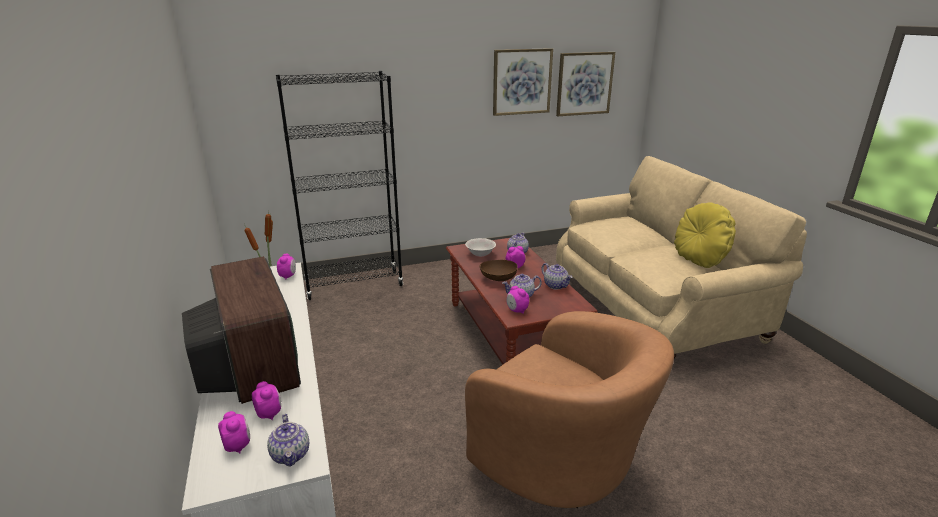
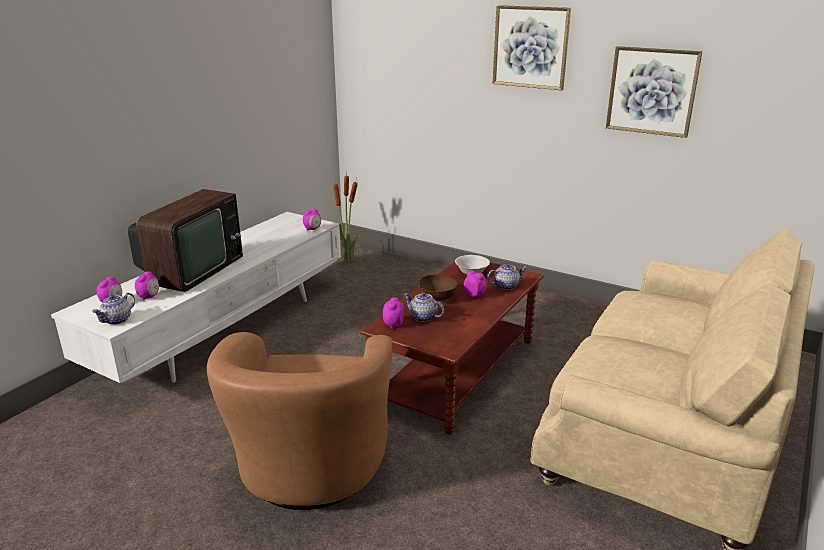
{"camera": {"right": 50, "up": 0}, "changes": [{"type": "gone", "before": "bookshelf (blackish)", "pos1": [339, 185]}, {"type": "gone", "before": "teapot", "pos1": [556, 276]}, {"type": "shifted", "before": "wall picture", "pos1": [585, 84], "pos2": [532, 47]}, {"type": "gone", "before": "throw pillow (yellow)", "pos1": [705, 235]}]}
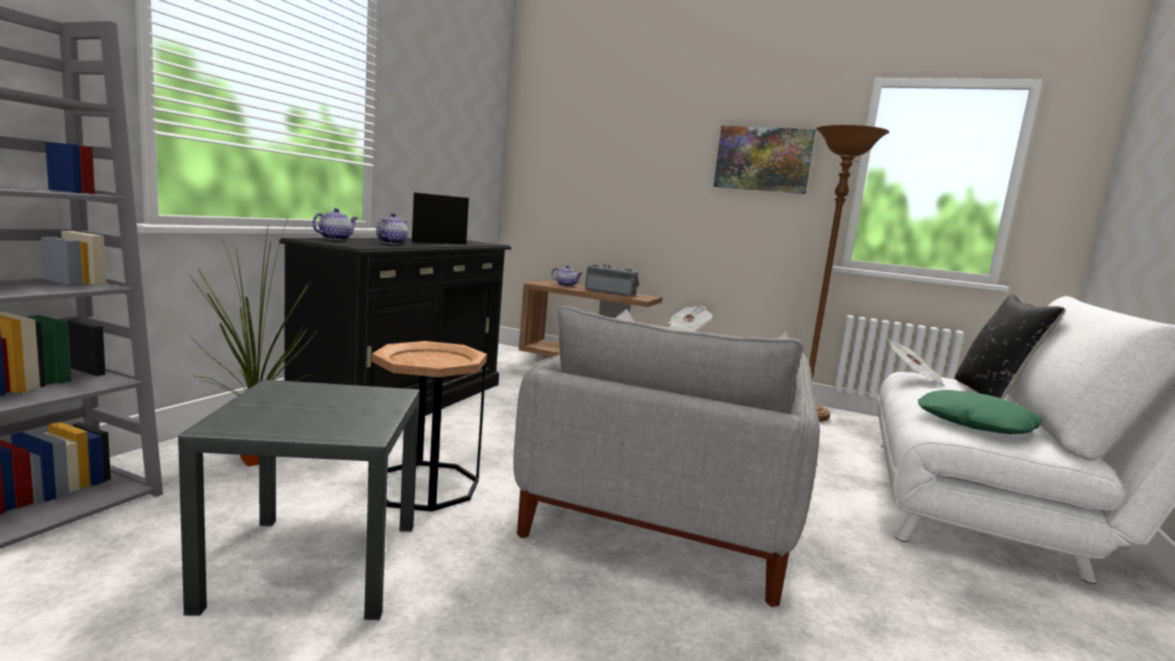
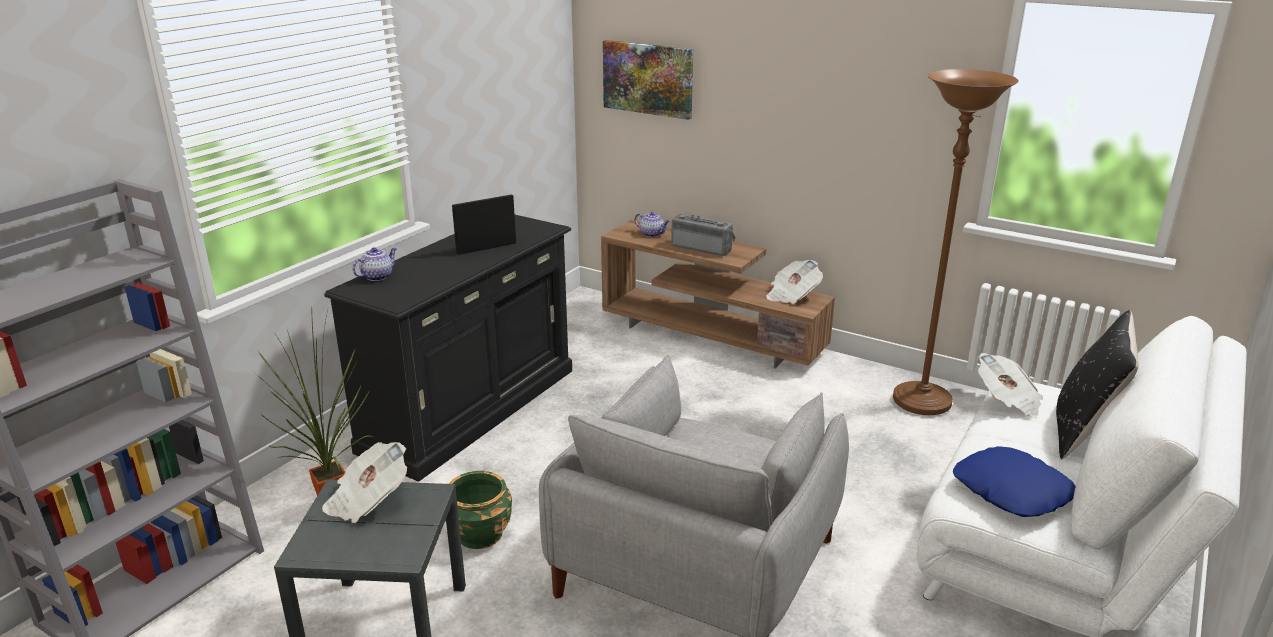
{"camera": {"right": 10, "up": 15}, "changes": [{"type": "swapped", "before": "end table (brown-coloured)", "after": "plant pot (green)", "pos1": [427, 426], "pos2": [478, 510]}, {"type": "gone", "before": "teapot", "pos1": [392, 228]}, {"type": "shifted", "before": "wall picture", "pos1": [765, 160], "pos2": [648, 80]}, {"type": "repainted", "before": "throw pillow (green)", "after": "throw pillow (blue)", "pos1": [980, 412], "pos2": [1014, 481]}, {"type": "new", "after": "daily paper", "pos2": [364, 482]}]}
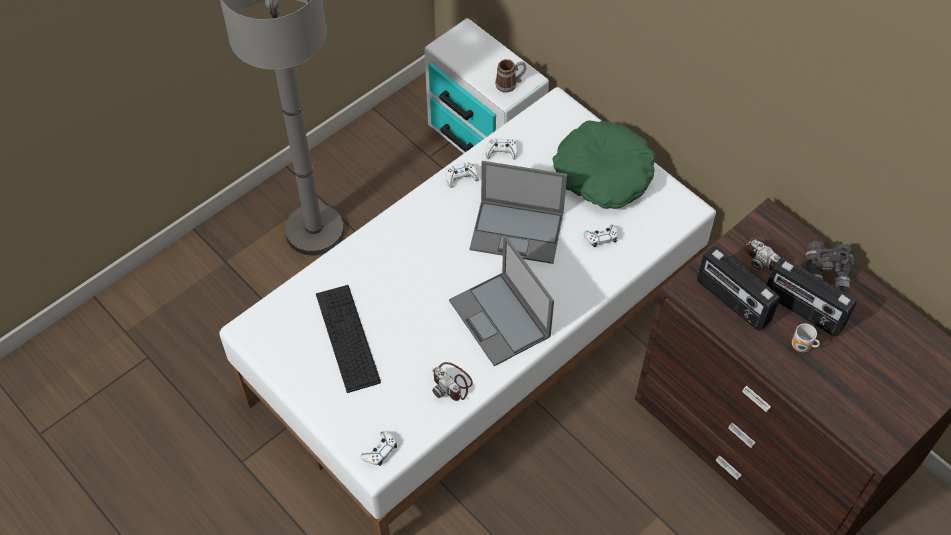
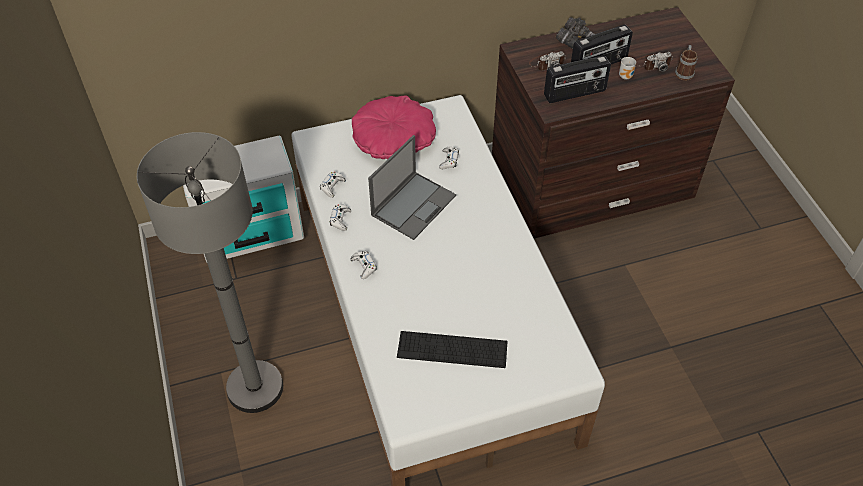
{"camera": {"right": -65, "up": -5}, "changes": [{"type": "shifted", "before": "joypad (whitish)", "pos1": [379, 448], "pos2": [363, 265]}, {"type": "shifted", "before": "photo camera", "pos1": [452, 381], "pos2": [654, 62]}, {"type": "gone", "before": "laptop", "pos1": [501, 300]}, {"type": "shifted", "before": "tea mug", "pos1": [510, 76], "pos2": [686, 62]}, {"type": "repainted", "before": "throw pillow (green)", "after": "throw pillow (pinkish)", "pos1": [604, 165], "pos2": [394, 127]}]}
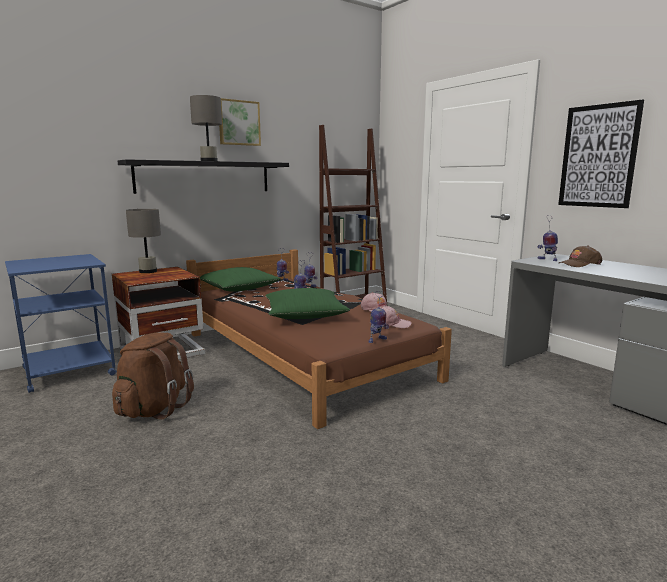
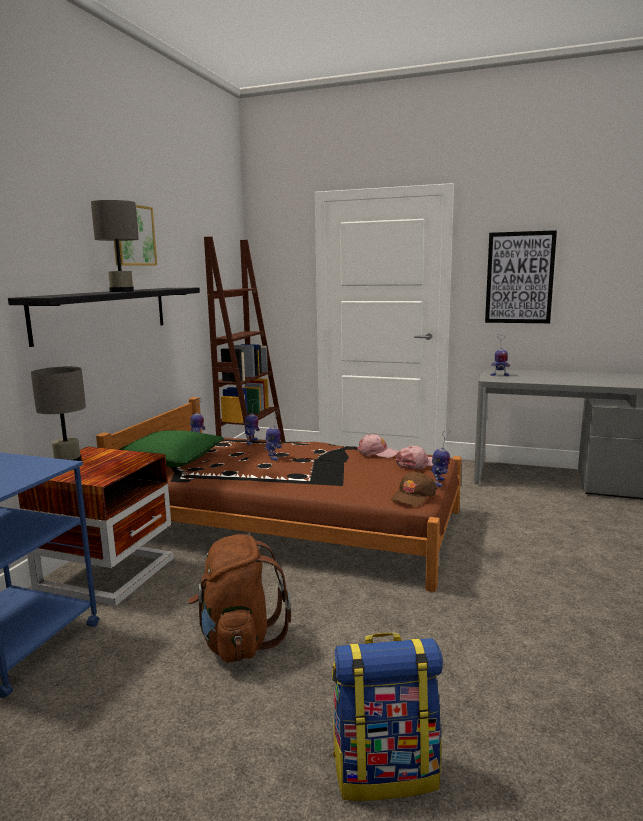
{"camera": {"right": -35, "up": 0}, "changes": [{"type": "gone", "before": "throw pillow (green)", "pos1": [307, 303]}, {"type": "shifted", "before": "peaked cap (brown-coloured)", "pos1": [580, 256], "pos2": [414, 488]}, {"type": "new", "after": "rucksack", "pos2": [387, 717]}]}
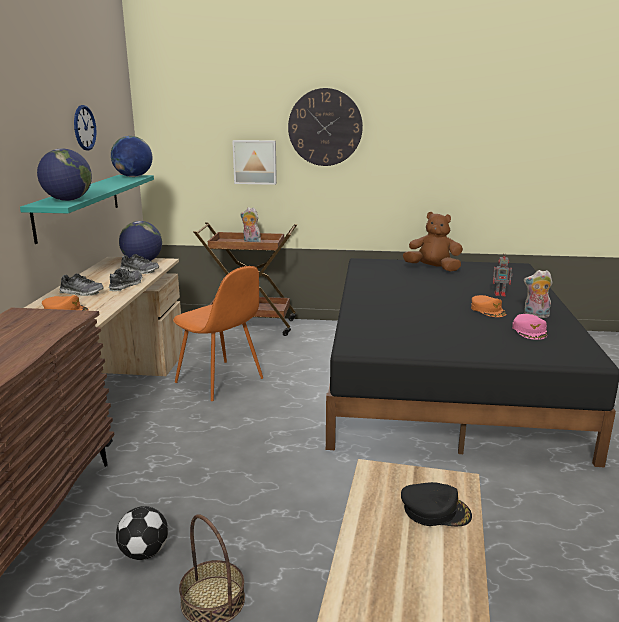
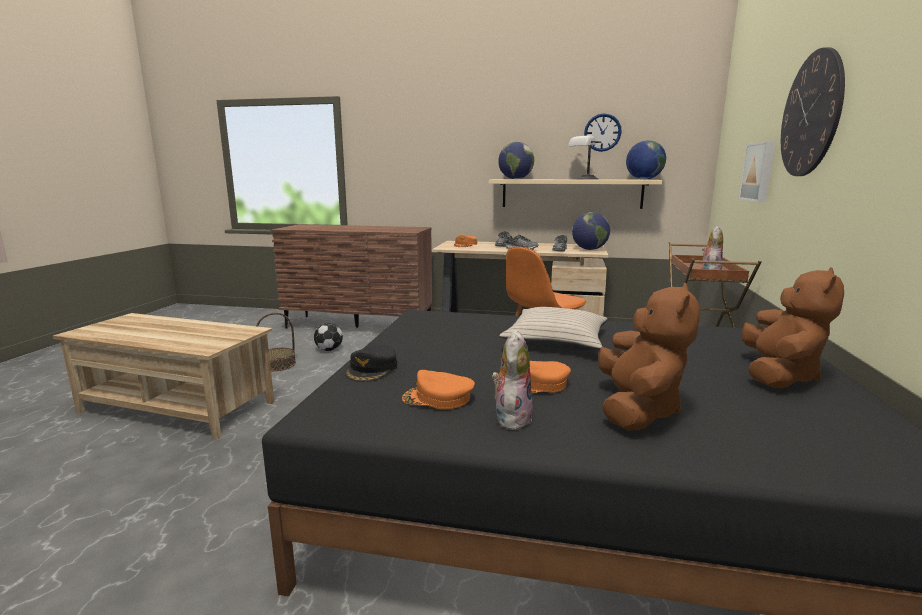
{"camera": {"right": 95, "up": -5}, "changes": [{"type": "repainted", "before": "bracket shelf (blue-green)", "after": "bracket shelf (beige-coloured)", "pos1": [87, 209], "pos2": [576, 194]}, {"type": "shifted", "before": "peaked cap (blackish)", "pos1": [436, 504], "pos2": [371, 363]}, {"type": "swapped", "before": "robot figure", "after": "plush toy (brown-coloured)", "pos1": [503, 274], "pos2": [649, 357]}, {"type": "repainted", "before": "peaked cap (pinkish)", "after": "peaked cap (orangey)", "pos1": [530, 327], "pos2": [438, 390]}, {"type": "new", "after": "throw pillow (beige-coloured)", "pos2": [553, 328]}, {"type": "new", "after": "table lamp", "pos2": [584, 157]}]}
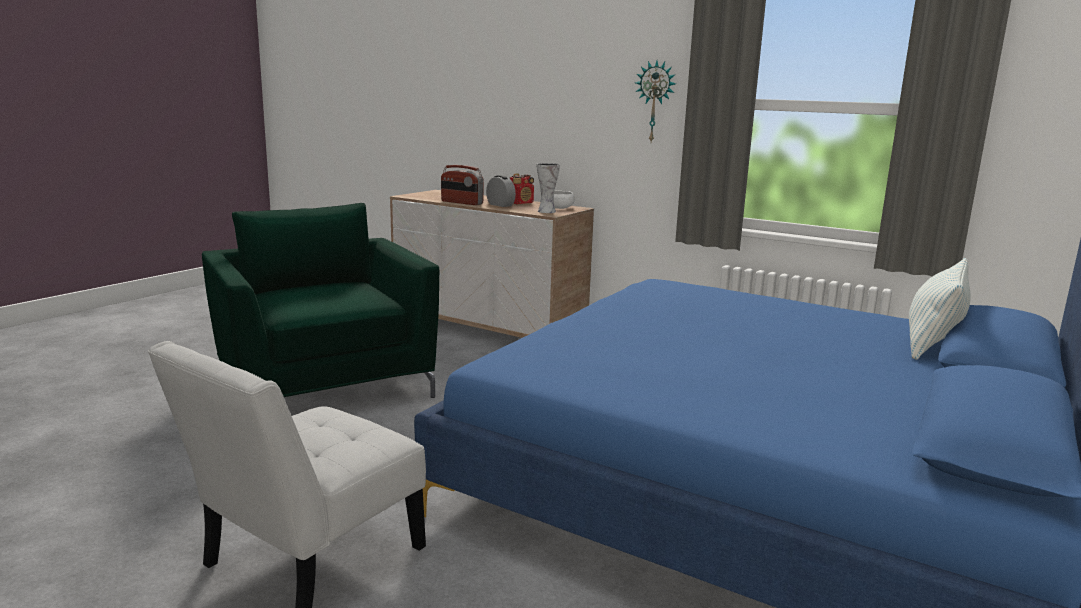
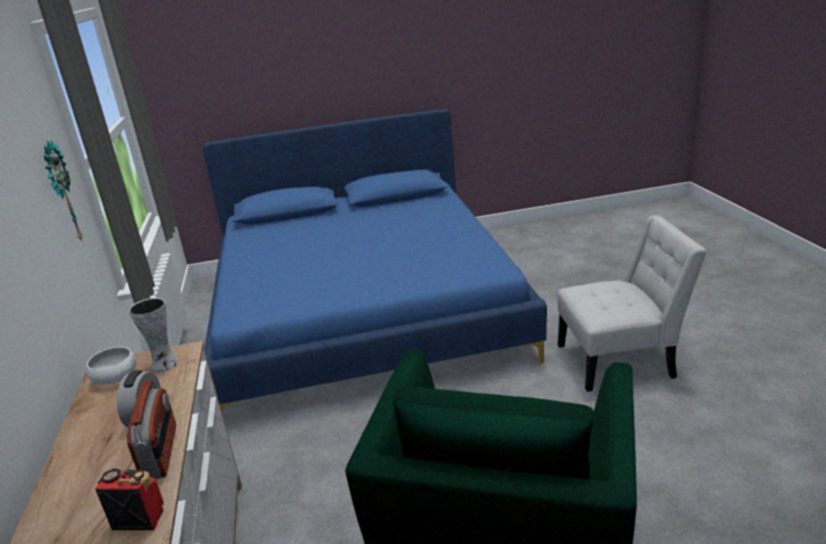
{"camera": {"right": -130, "up": 10}, "changes": [{"type": "shifted", "before": "radio", "pos1": [522, 189], "pos2": [129, 499]}, {"type": "gone", "before": "throw pillow", "pos1": [940, 309]}]}
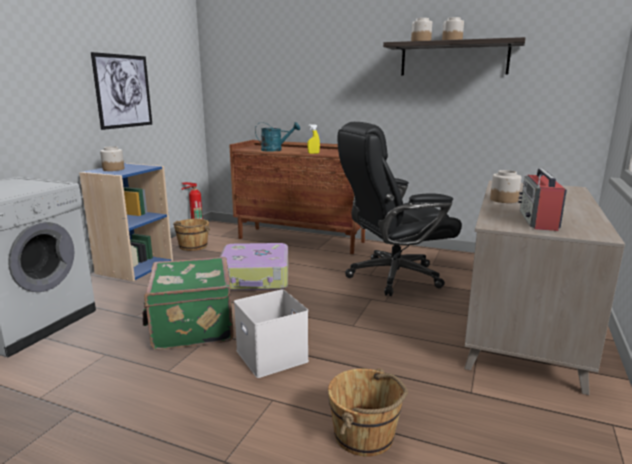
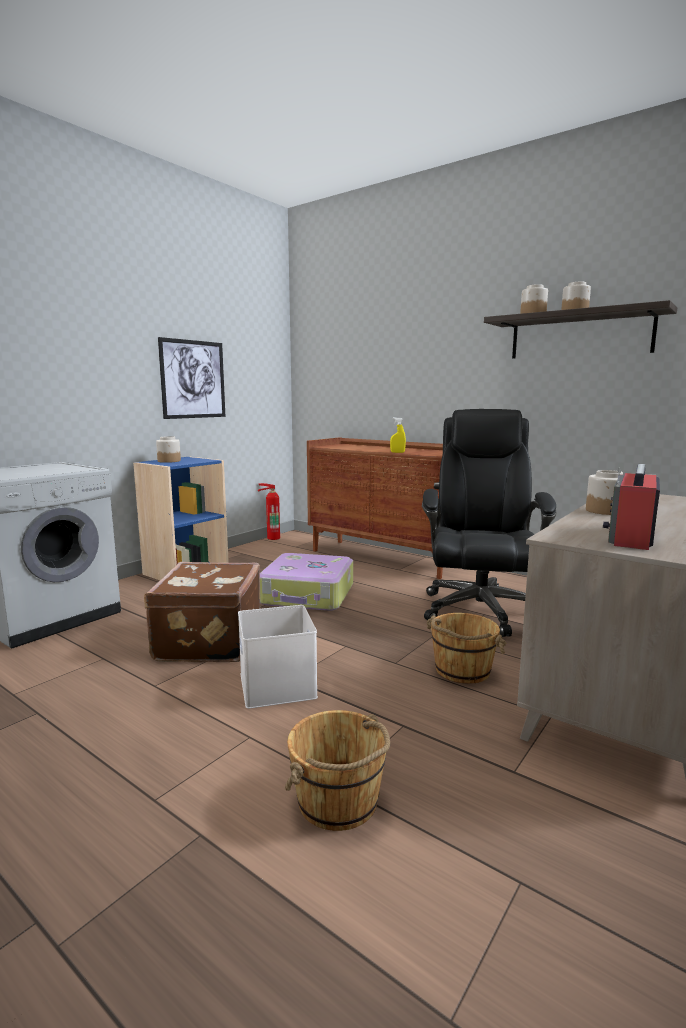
{"camera": {"right": 15, "up": -5}, "changes": [{"type": "repainted", "before": "piece of luggage (green)", "after": "piece of luggage (brown-coloured)", "pos1": [188, 303], "pos2": [202, 612]}, {"type": "shifted", "before": "pail (brown-coloured)", "pos1": [191, 235], "pos2": [466, 648]}, {"type": "gone", "before": "watering pot (blue-green)", "pos1": [277, 137]}, {"type": "rotated", "before": "desk chair (blackish)", "pos1": [400, 209], "pos2": [489, 523], "turn": 105}]}
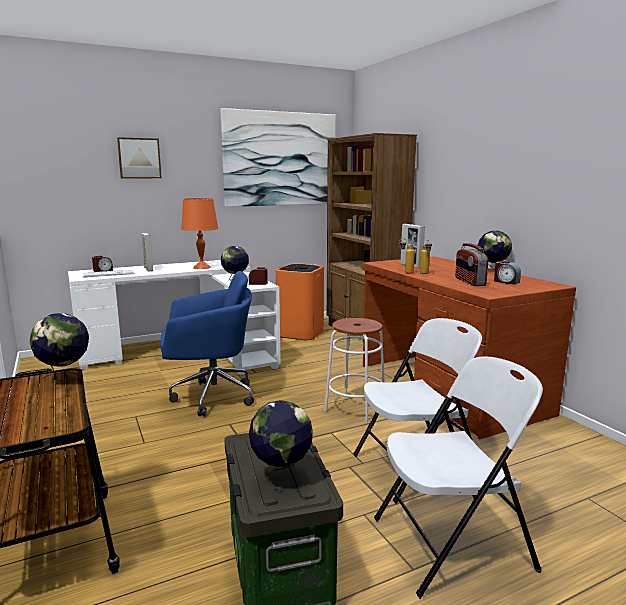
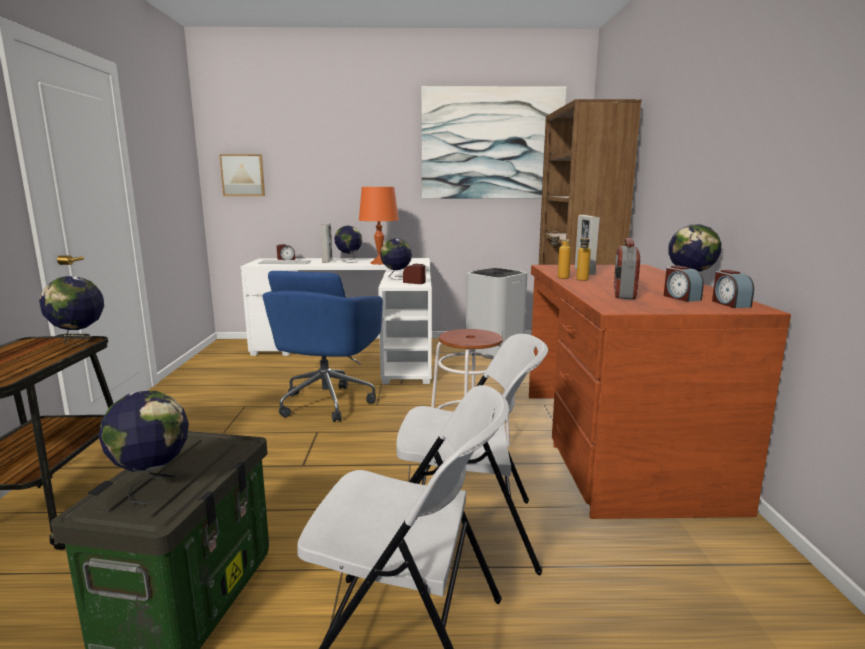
{"camera": {"right": 25, "up": 0}, "changes": [{"type": "shifted", "before": "wall picture", "pos1": [139, 157], "pos2": [242, 175]}, {"type": "rotated", "before": "desk chair (blue)", "pos1": [207, 344], "pos2": [323, 346], "turn": 90}, {"type": "repainted", "before": "rubbish bin (orangey)", "after": "rubbish bin (whitish)", "pos1": [300, 301], "pos2": [496, 313]}, {"type": "new", "after": "world globe", "pos2": [348, 244]}, {"type": "new", "after": "bedside clock", "pos2": [733, 289]}]}
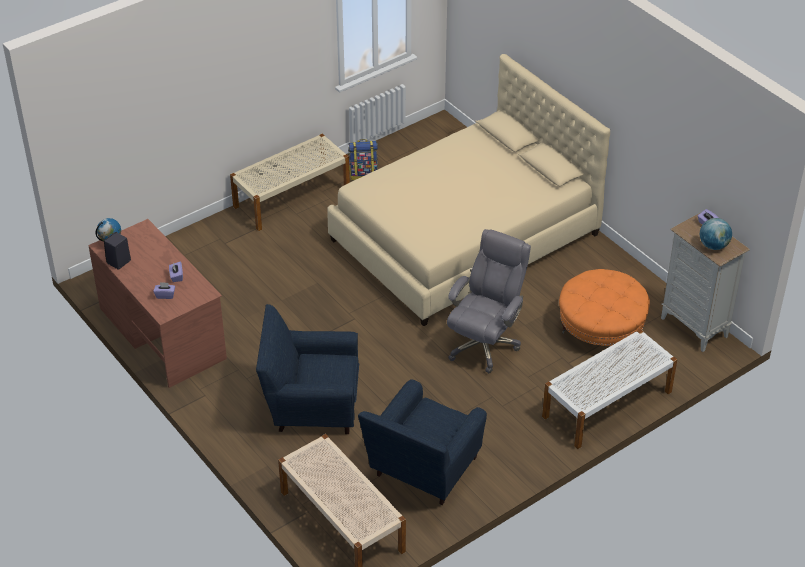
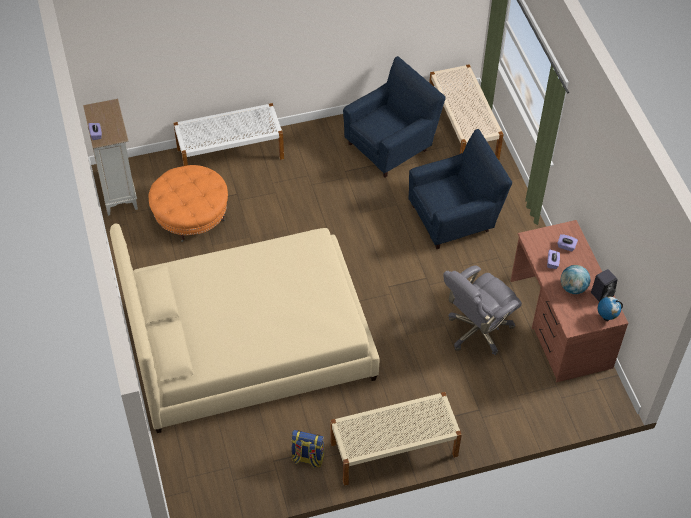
{"camera": {"right": -160, "up": 10}, "changes": [{"type": "rotated", "before": "lounge chair (blue)", "pos1": [307, 369], "pos2": [460, 189], "turn": -45}, {"type": "shifted", "before": "desk chair (grey)", "pos1": [489, 301], "pos2": [482, 310]}, {"type": "shifted", "before": "world globe", "pos1": [716, 234], "pos2": [575, 279]}]}
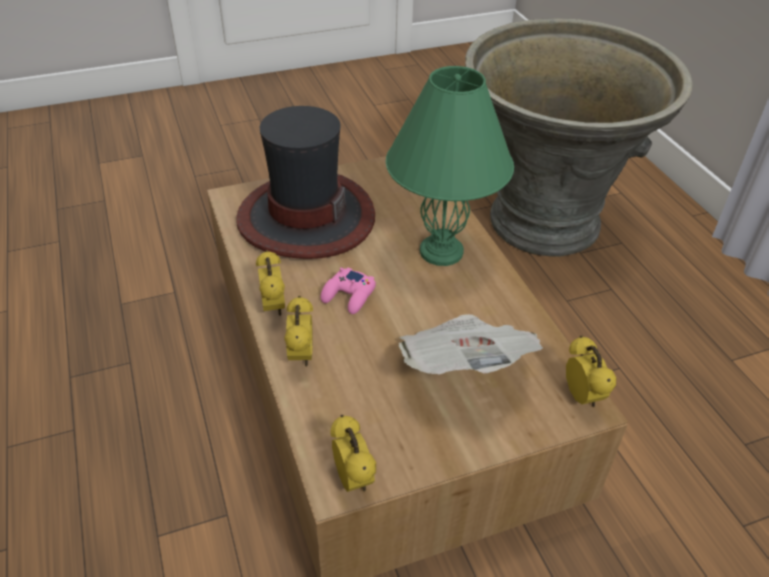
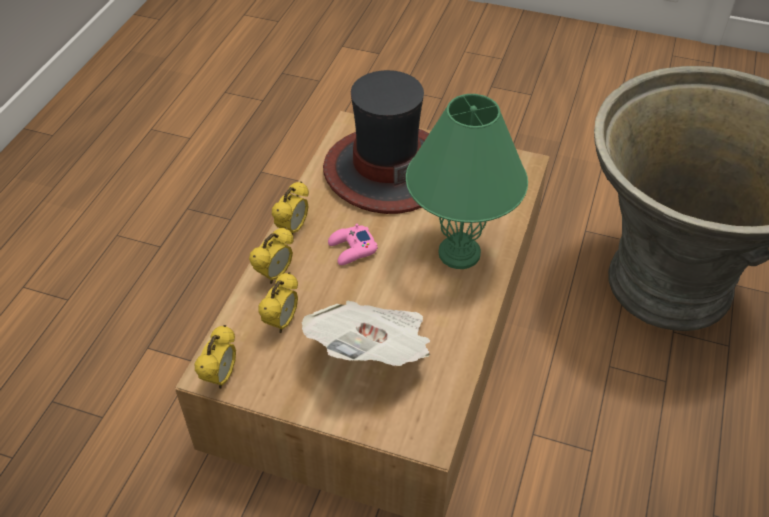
{"camera": {"right": 40, "up": 5}, "changes": [{"type": "shifted", "before": "bedside clock", "pos1": [591, 371], "pos2": [278, 302]}]}
